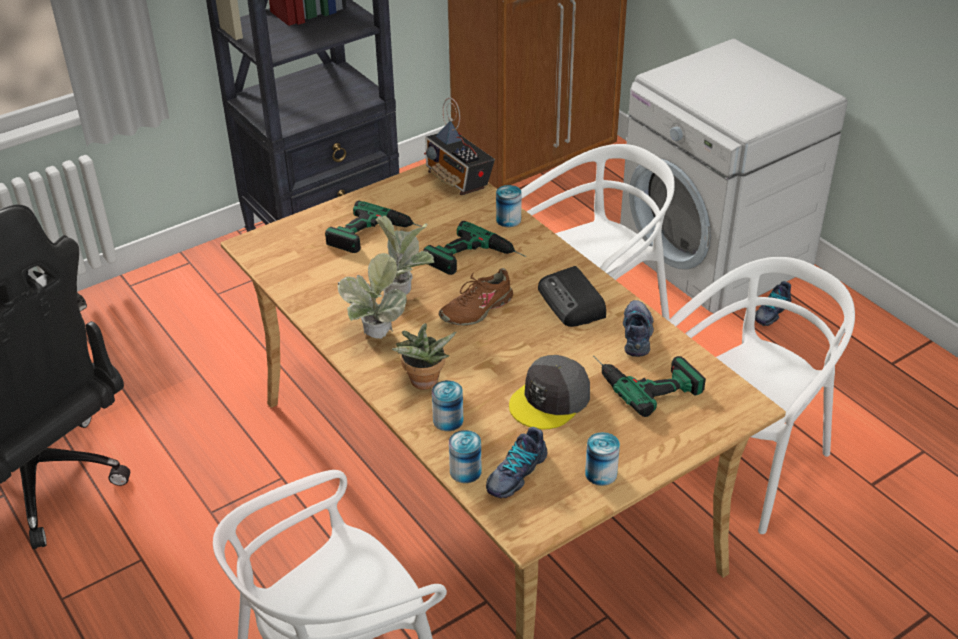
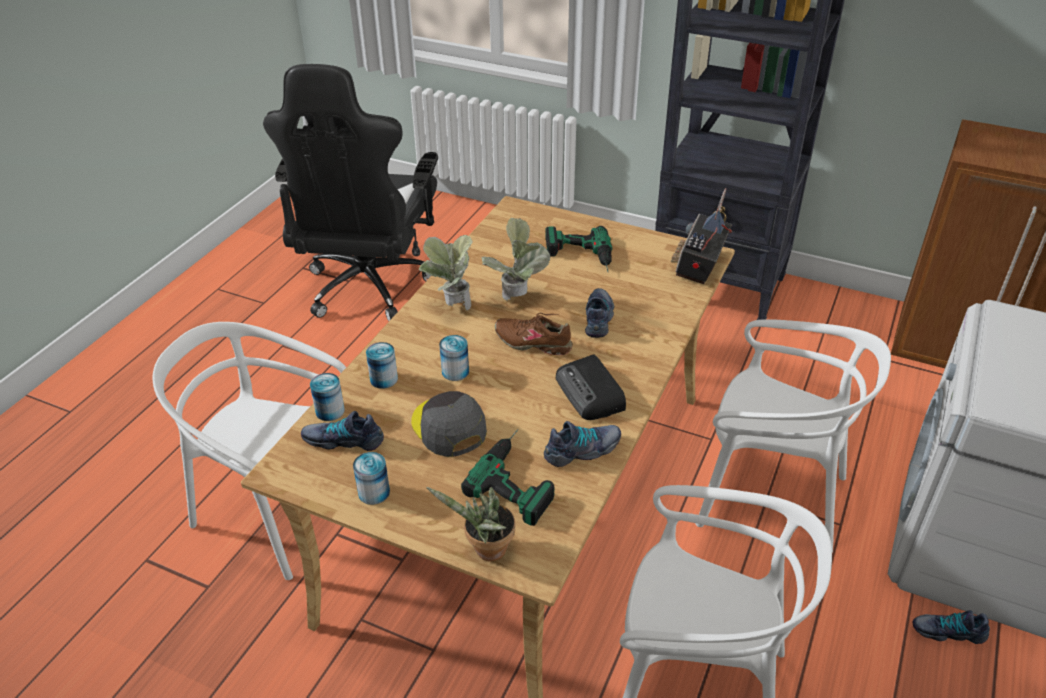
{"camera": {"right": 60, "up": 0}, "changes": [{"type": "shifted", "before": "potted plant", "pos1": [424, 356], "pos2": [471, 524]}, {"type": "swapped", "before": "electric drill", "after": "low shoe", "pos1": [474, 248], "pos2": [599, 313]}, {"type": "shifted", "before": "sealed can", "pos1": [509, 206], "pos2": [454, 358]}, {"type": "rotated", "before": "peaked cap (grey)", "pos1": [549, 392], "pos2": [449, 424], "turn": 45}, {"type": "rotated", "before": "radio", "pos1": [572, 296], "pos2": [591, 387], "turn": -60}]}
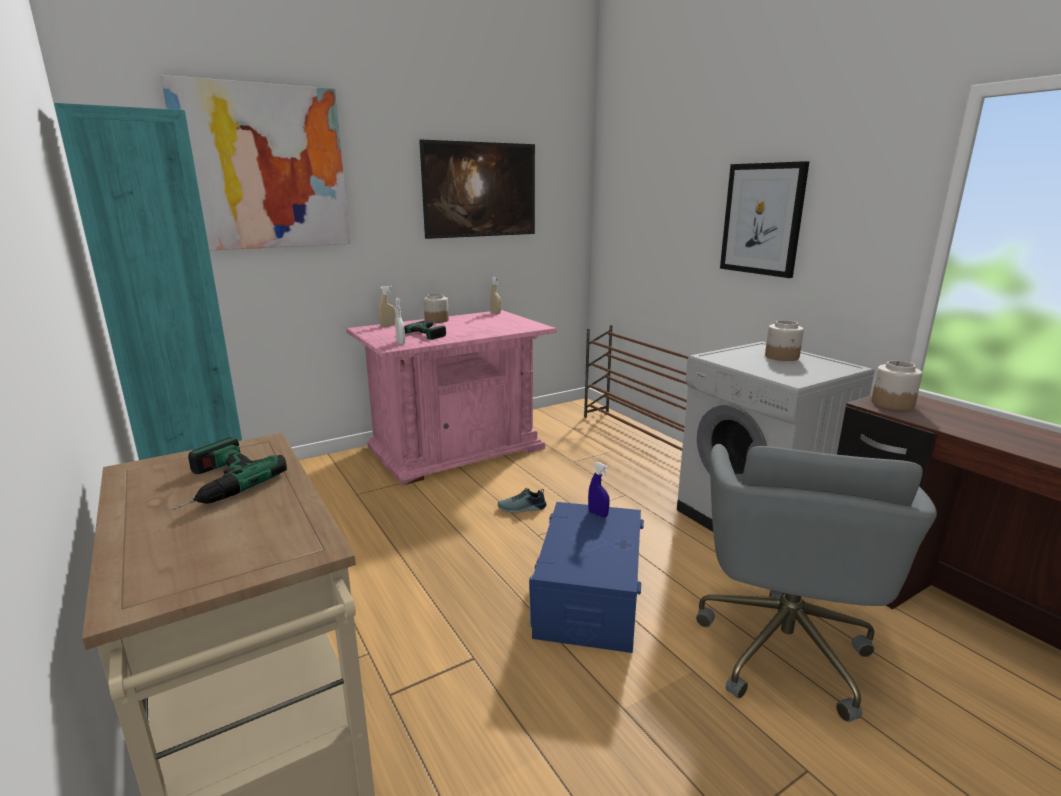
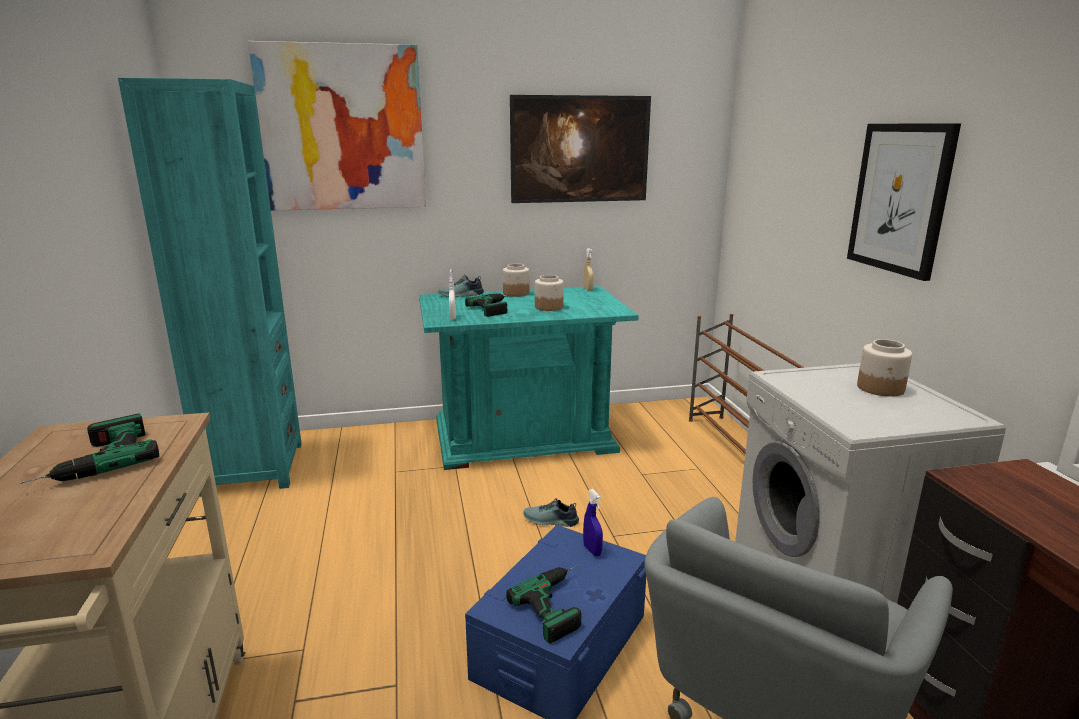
{"camera": {"right": 20, "up": 0}, "changes": [{"type": "repainted", "before": "cabinet (pinkish)", "after": "cabinet (blue-green)", "pos1": [451, 398], "pos2": [529, 378]}, {"type": "swapped", "before": "sprayer (beige-coloured)", "after": "low shoe", "pos1": [387, 306], "pos2": [461, 285]}, {"type": "shifted", "before": "storage jar", "pos1": [896, 385], "pos2": [549, 293]}, {"type": "new", "after": "electric drill", "pos2": [544, 604]}]}
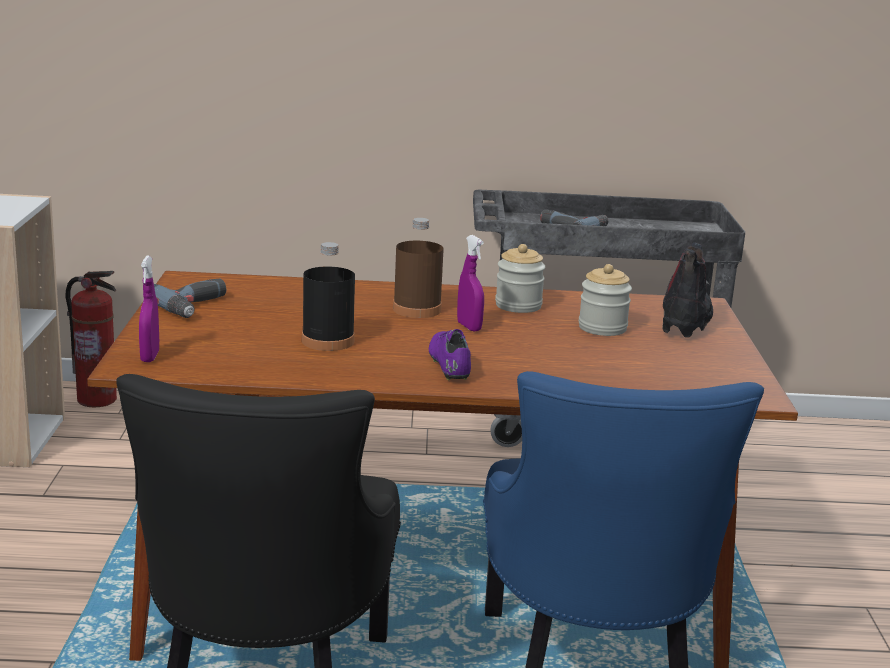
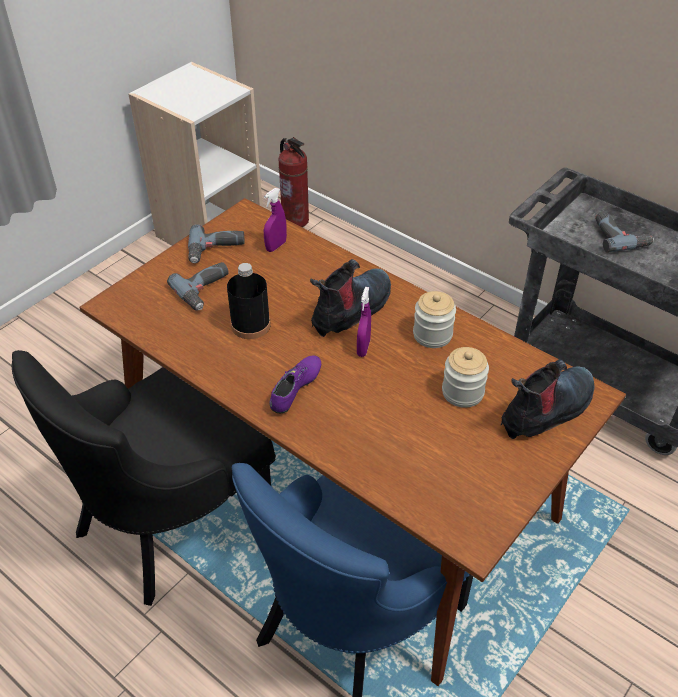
{"camera": {"right": 40, "up": 25}, "changes": [{"type": "shifted", "before": "sprayer (purplish)", "pos1": [149, 309], "pos2": [275, 220]}, {"type": "swapped", "before": "beverage bottle (brown-coloured)", "after": "tall boot", "pos1": [418, 268], "pos2": [350, 298]}, {"type": "new", "after": "electric drill", "pos2": [198, 286]}]}
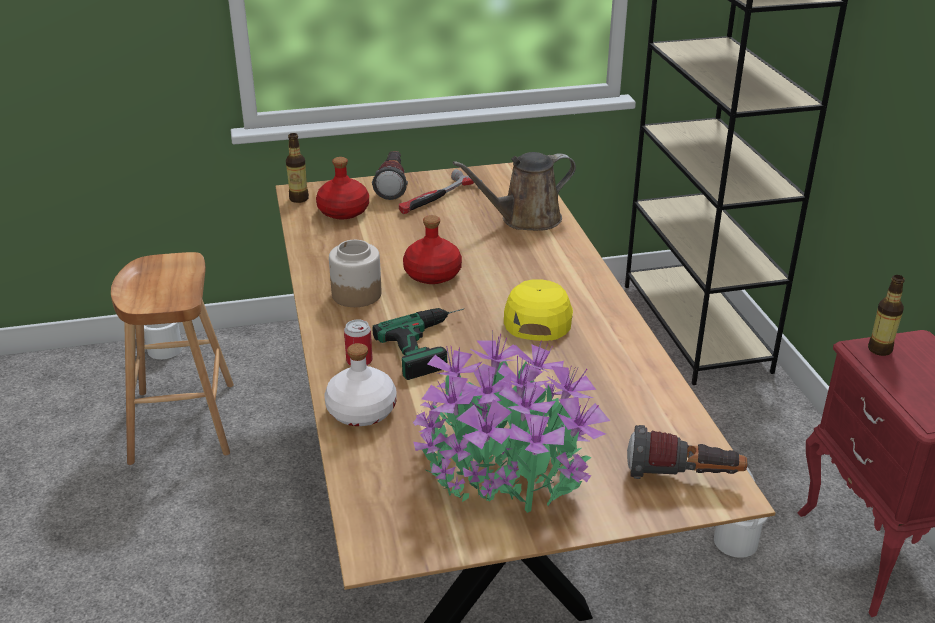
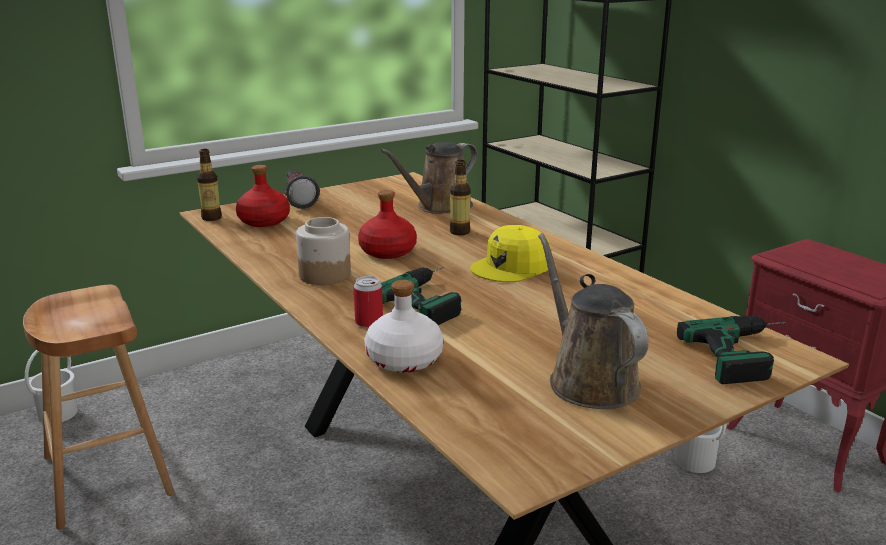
{"camera": {"right": -20, "up": -10}, "changes": [{"type": "gone", "before": "tool hammer", "pos1": [439, 191]}, {"type": "swapped", "before": "potted plant", "after": "watering pot (brown-coloured)", "pos1": [511, 421], "pos2": [593, 321]}, {"type": "rotated", "before": "peaked cap (yellow)", "pos1": [538, 310], "pos2": [510, 253], "turn": -120}, {"type": "swapped", "before": "hand torch", "after": "electric drill", "pos1": [687, 452], "pos2": [731, 350]}, {"type": "shifted", "before": "beverage bottle", "pos1": [886, 315], "pos2": [460, 197]}]}
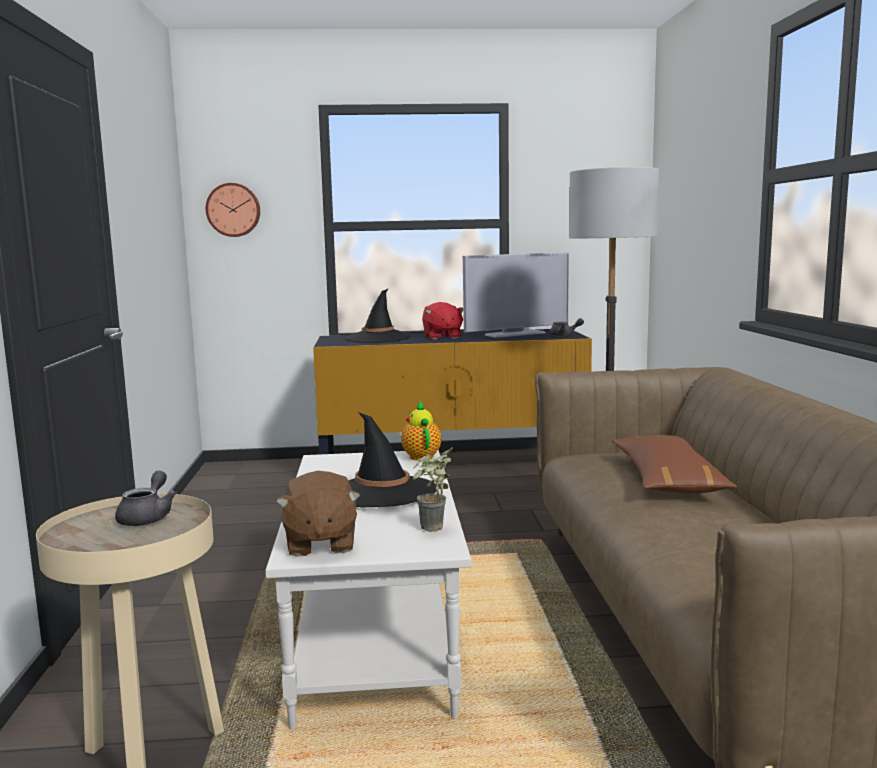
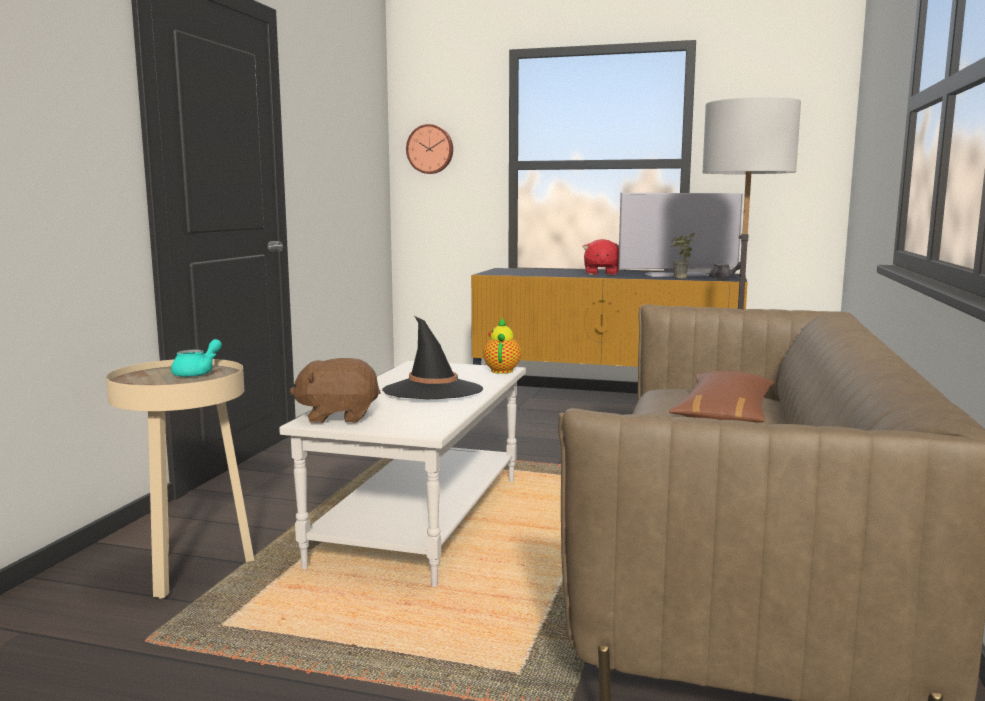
{"camera": {"right": 20, "up": 0}, "changes": [{"type": "repainted", "before": "teapot (grey)", "after": "teapot (blue-green)", "pos1": [146, 498], "pos2": [196, 358]}, {"type": "rotated", "before": "plush toy (brown-coloured)", "pos1": [318, 514], "pos2": [335, 390], "turn": 75}, {"type": "gone", "before": "clothing hat (blackish)", "pos1": [378, 315]}, {"type": "shifted", "before": "potted plant", "pos1": [433, 490], "pos2": [683, 255]}]}
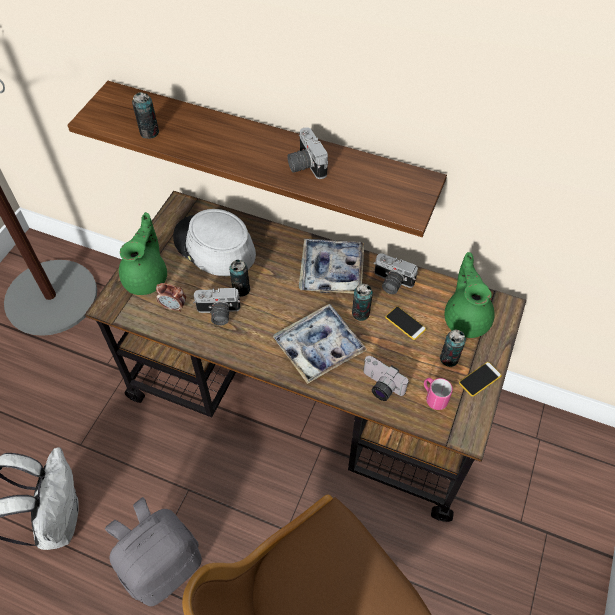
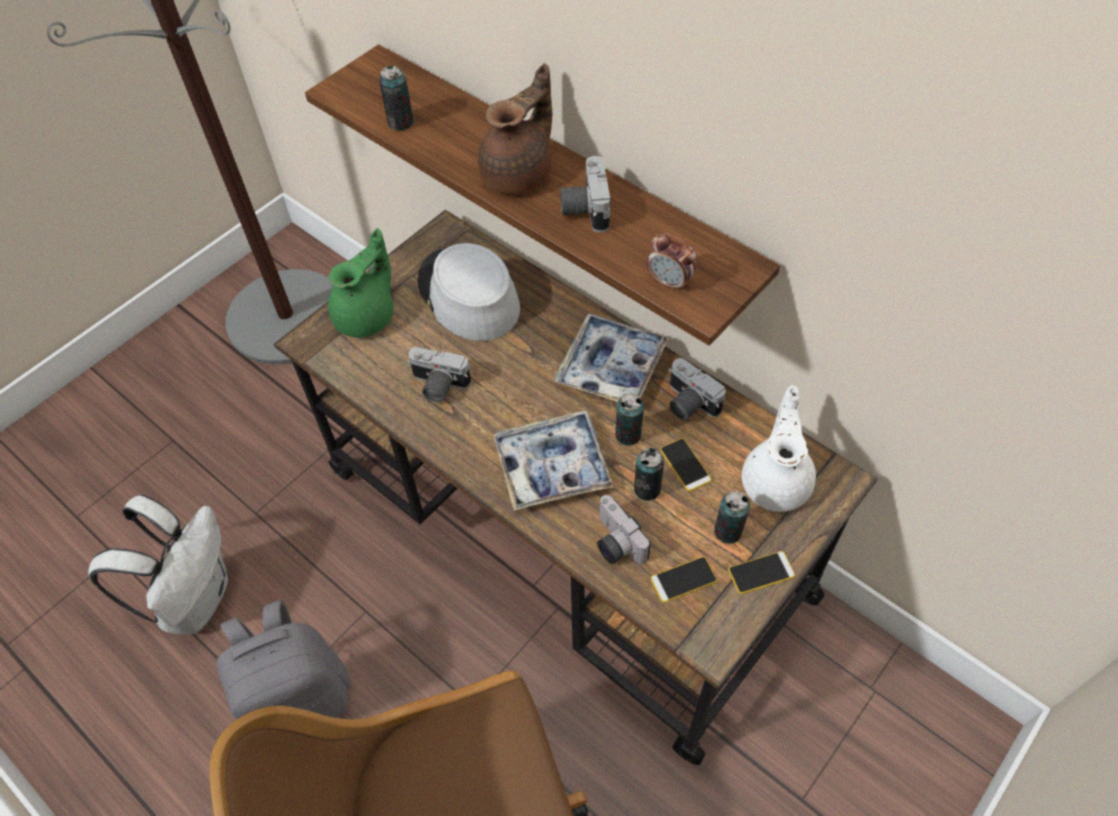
{"camera": {"right": 20, "up": 0}, "changes": [{"type": "shifted", "before": "bedside clock", "pos1": [171, 297], "pos2": [671, 262]}, {"type": "shifted", "before": "sealed can", "pos1": [239, 278], "pos2": [649, 474]}, {"type": "swapped", "before": "tea mug (pinkish)", "after": "handset", "pos1": [438, 394], "pos2": [683, 580]}, {"type": "repainted", "before": "teapot (green)", "after": "teapot (whitish)", "pos1": [469, 295], "pos2": [779, 448]}, {"type": "new", "after": "teapot (brown-coloured)", "pos2": [515, 128]}]}
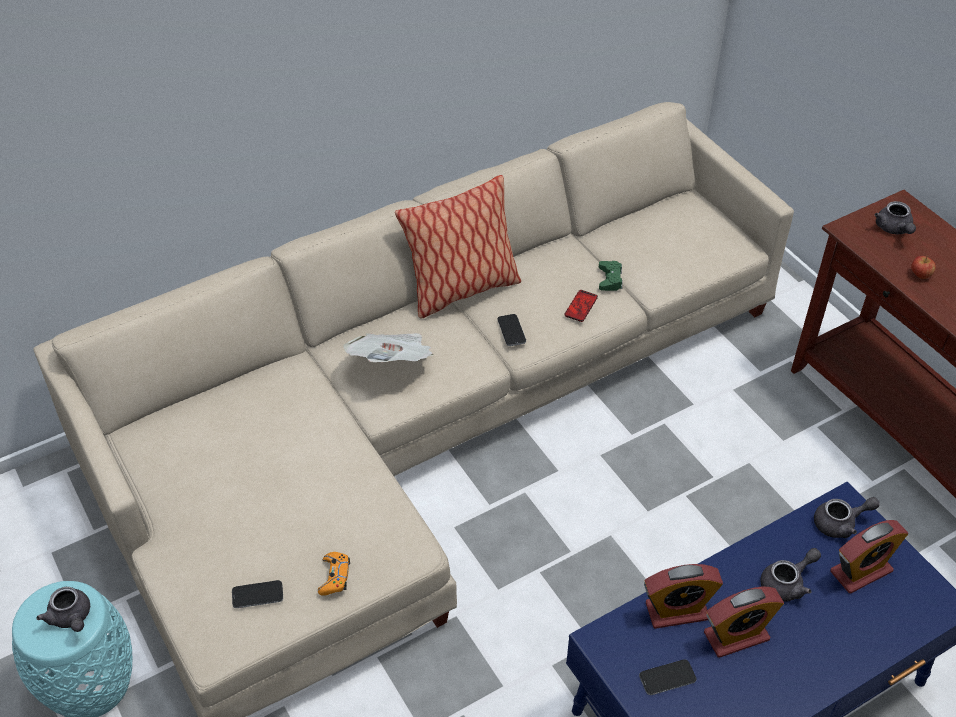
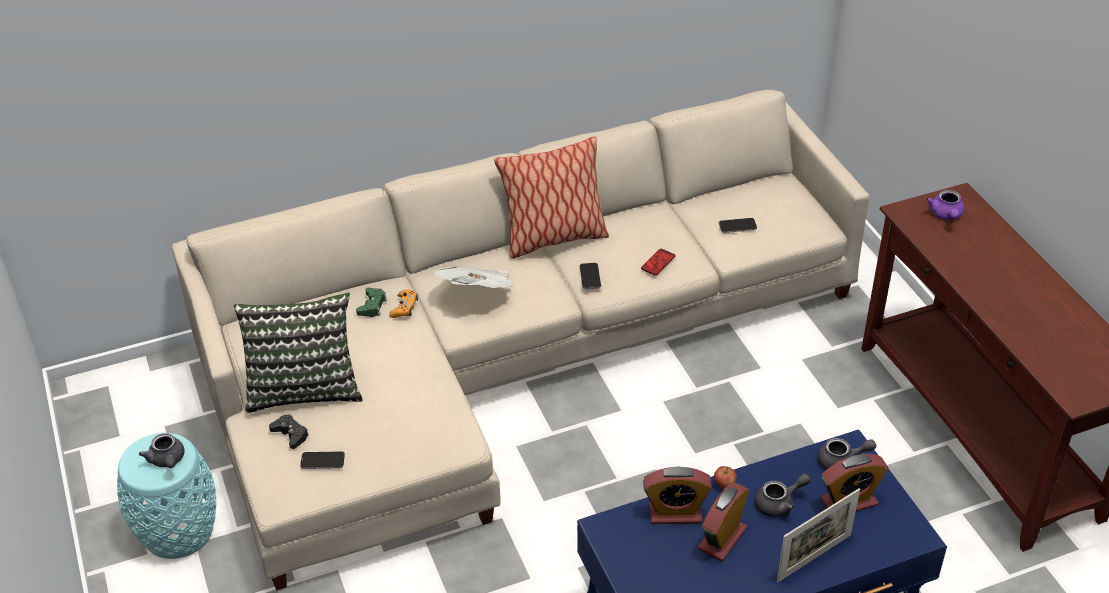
{"camera": {"right": 10, "up": -5}, "changes": [{"type": "shifted", "before": "joypad (orangey)", "pos1": [334, 574], "pos2": [403, 303]}, {"type": "shifted", "before": "joypad (green)", "pos1": [611, 276], "pos2": [371, 302]}, {"type": "shifted", "before": "handset", "pos1": [667, 677], "pos2": [738, 225]}, {"type": "rotated", "before": "bedside clock", "pos1": [744, 622], "pos2": [723, 521], "turn": 135}, {"type": "repainted", "before": "teapot (grey)", "after": "teapot (purplish)", "pos1": [895, 217], "pos2": [945, 205]}, {"type": "shifted", "before": "apple fruit", "pos1": [923, 267], "pos2": [725, 477]}, {"type": "new", "after": "throw pillow", "pos2": [298, 353]}, {"type": "new", "after": "joypad (blackish)", "pos2": [289, 431]}, {"type": "new", "after": "picture frame", "pos2": [818, 535]}]}
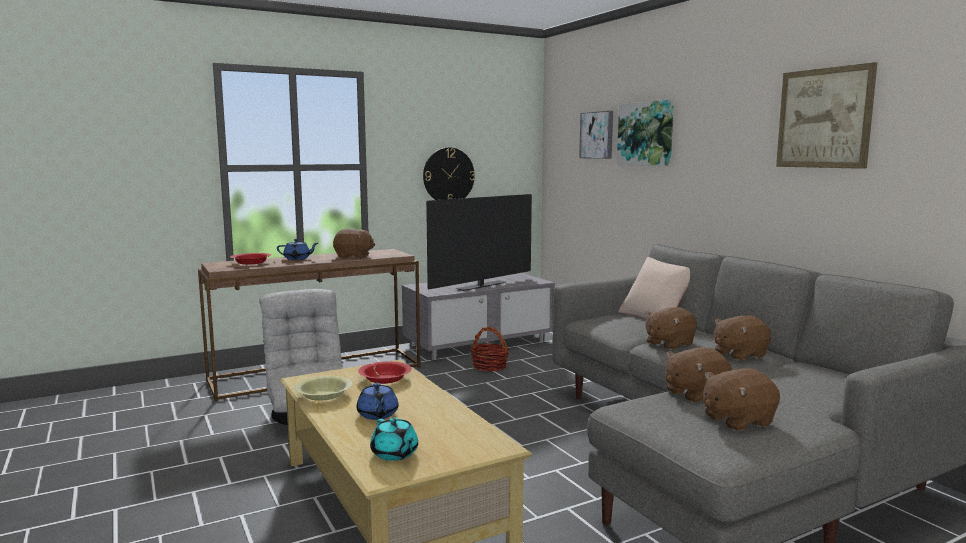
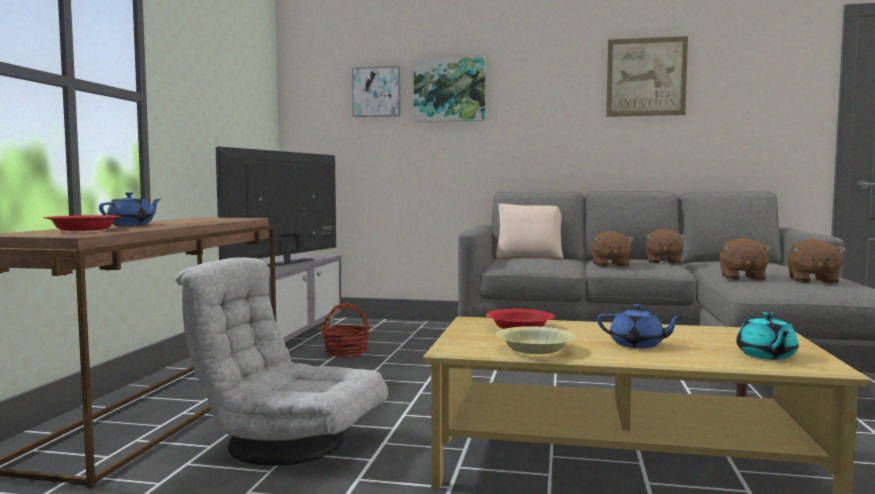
{"camera": {"right": -50, "up": -5}, "changes": [{"type": "gone", "before": "plush toy (brown-coloured)", "pos1": [354, 243]}, {"type": "rotated", "before": "teapot (blue-green)", "pos1": [394, 439], "pos2": [767, 336], "turn": 90}, {"type": "gone", "before": "hanging clock", "pos1": [449, 173]}, {"type": "rotated", "before": "TV", "pos1": [479, 242], "pos2": [276, 206], "turn": -150}]}
